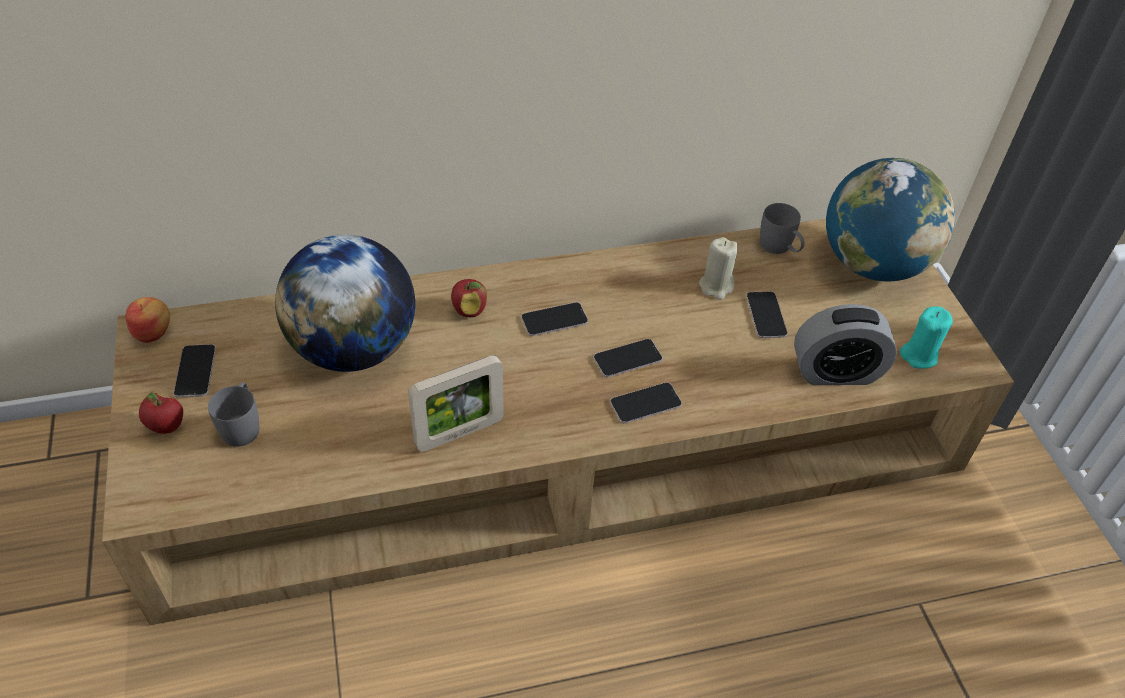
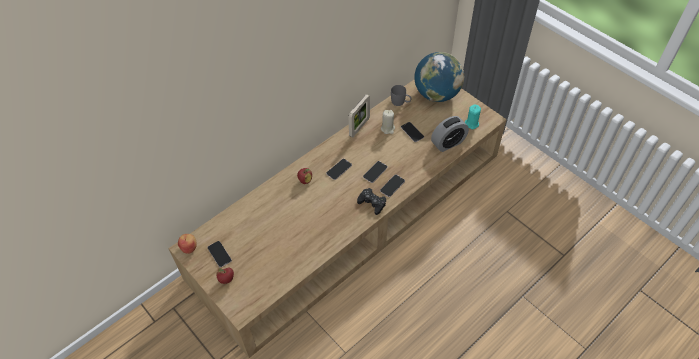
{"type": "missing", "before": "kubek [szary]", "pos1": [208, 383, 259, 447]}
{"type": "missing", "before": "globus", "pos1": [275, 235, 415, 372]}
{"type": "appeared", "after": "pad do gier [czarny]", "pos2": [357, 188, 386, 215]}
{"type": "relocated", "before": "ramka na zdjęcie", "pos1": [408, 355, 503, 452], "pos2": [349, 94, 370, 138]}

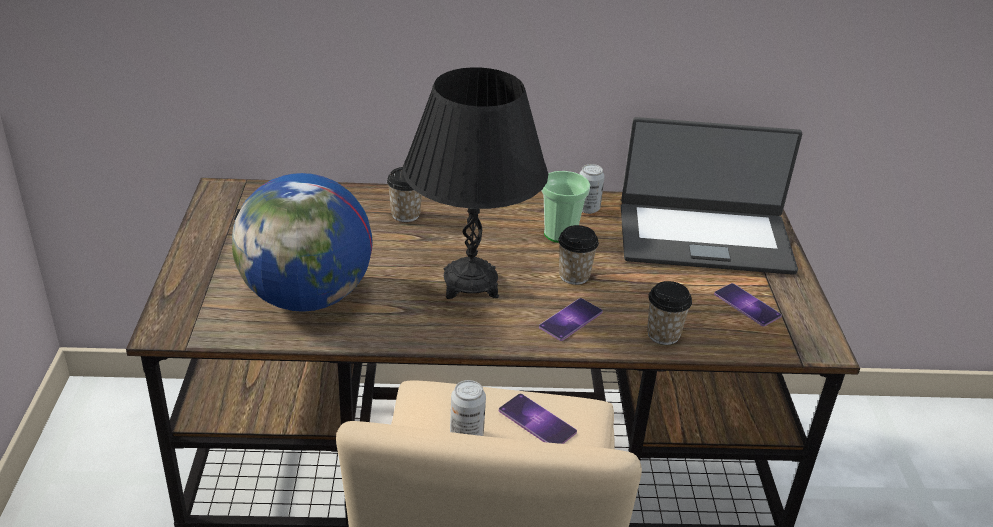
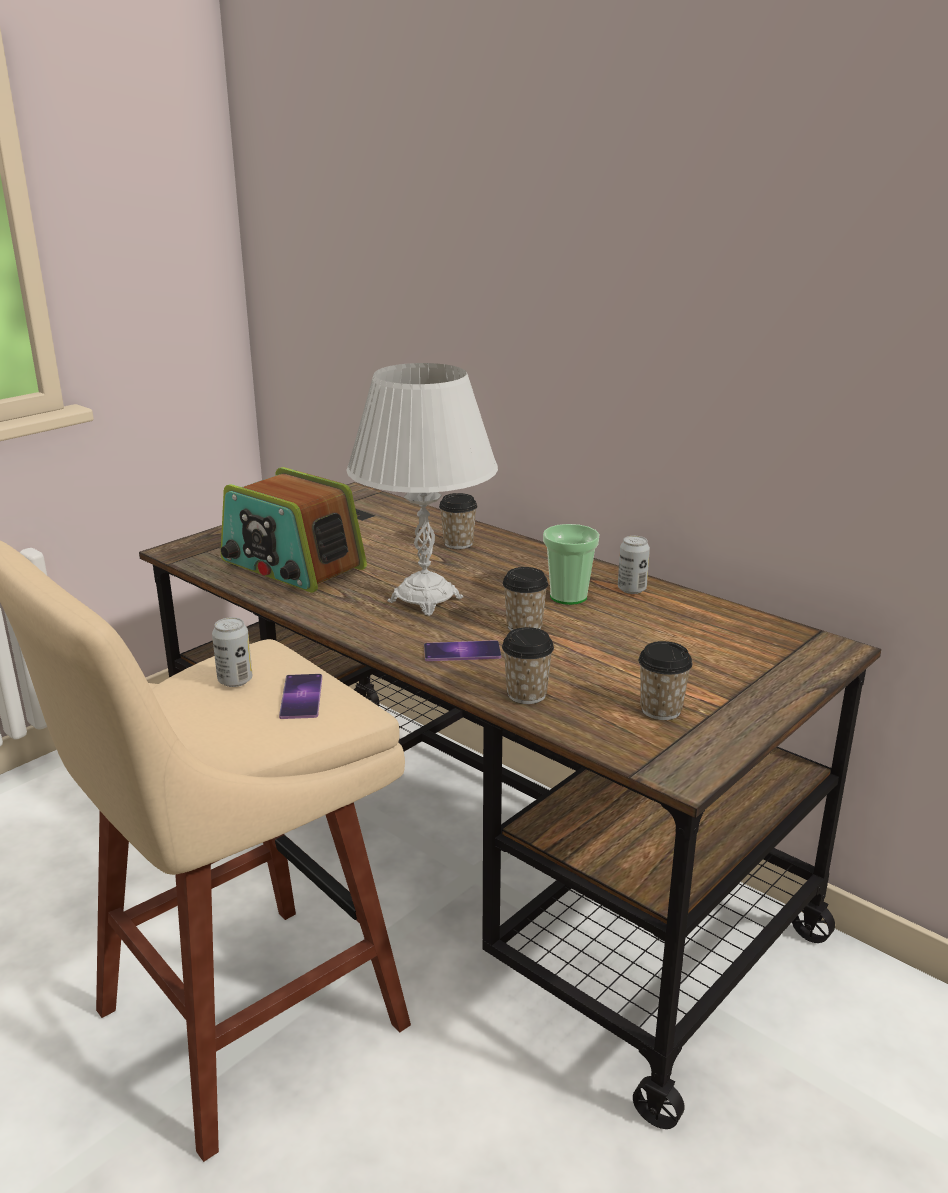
{"type": "missing", "before": "laptop", "pos1": [621, 117, 802, 275]}
{"type": "exchanged", "before": "globus", "after": "radio", "pos1": [232, 173, 373, 312], "pos2": [220, 467, 367, 592]}
{"type": "exchanged", "before": "telefon", "after": "filiżanka", "pos1": [714, 283, 782, 326], "pos2": [638, 641, 692, 720]}
{"type": "colour", "before": "lampa stołowa [czarny]", "after": "lampa stołowa [biały]", "pos1": [403, 67, 548, 299], "pos2": [346, 363, 498, 616]}

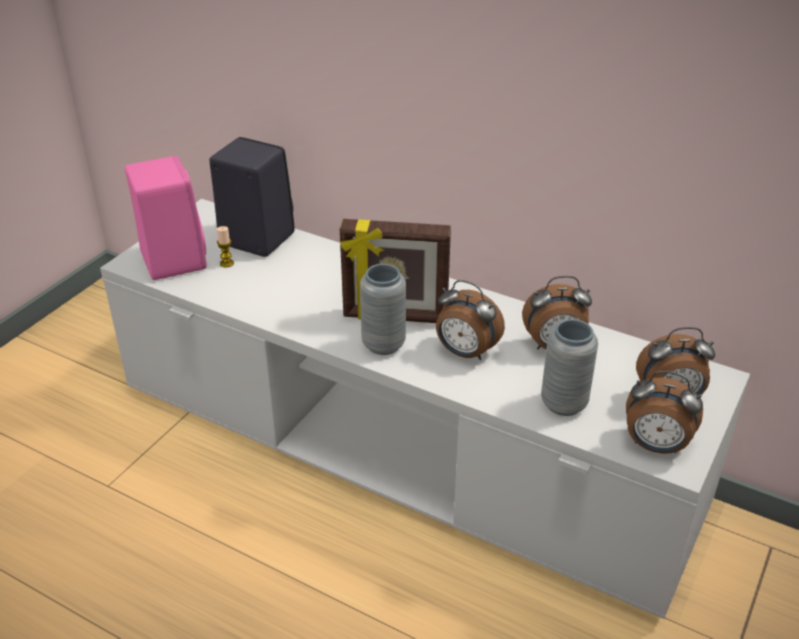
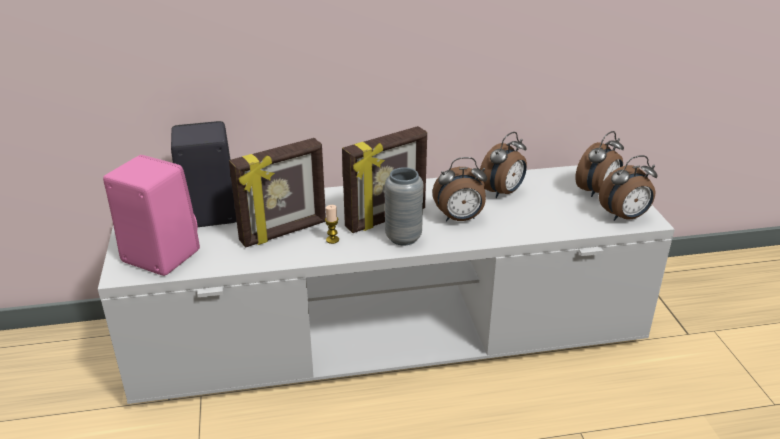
{"type": "missing", "before": "wazon [szary]", "pos1": [541, 319, 598, 416]}
{"type": "appeared", "after": "ramka na zdjęcie", "pos2": [229, 138, 326, 247]}
{"type": "relocated", "before": "świeca", "pos1": [217, 226, 234, 267], "pos2": [325, 205, 339, 244]}

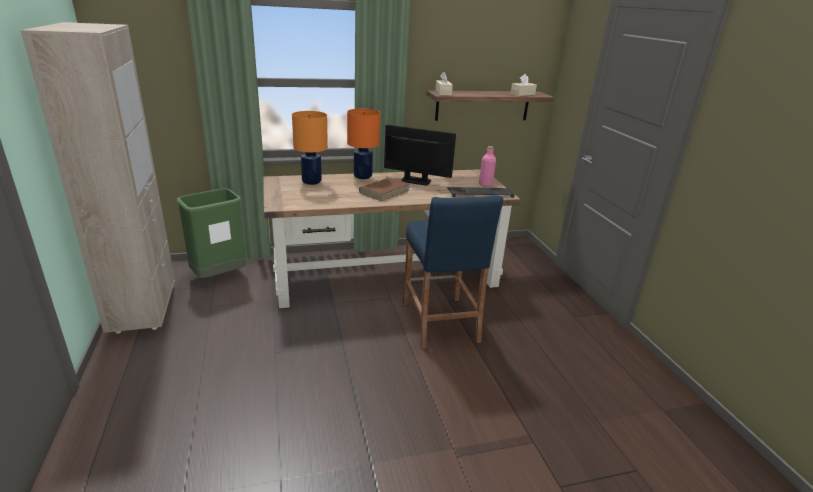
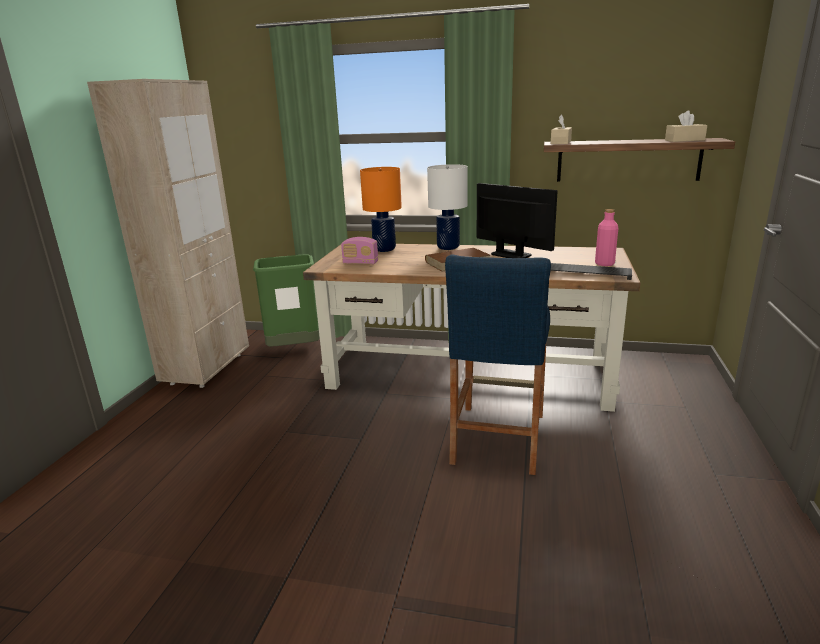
{"type": "appeared", "after": "radio", "pos2": [341, 237, 378, 264]}
{"type": "colour", "before": "lampa stołowa [pomarańczowy]", "after": "lampa stołowa [biały]", "pos1": [347, 109, 380, 179], "pos2": [427, 164, 468, 250]}

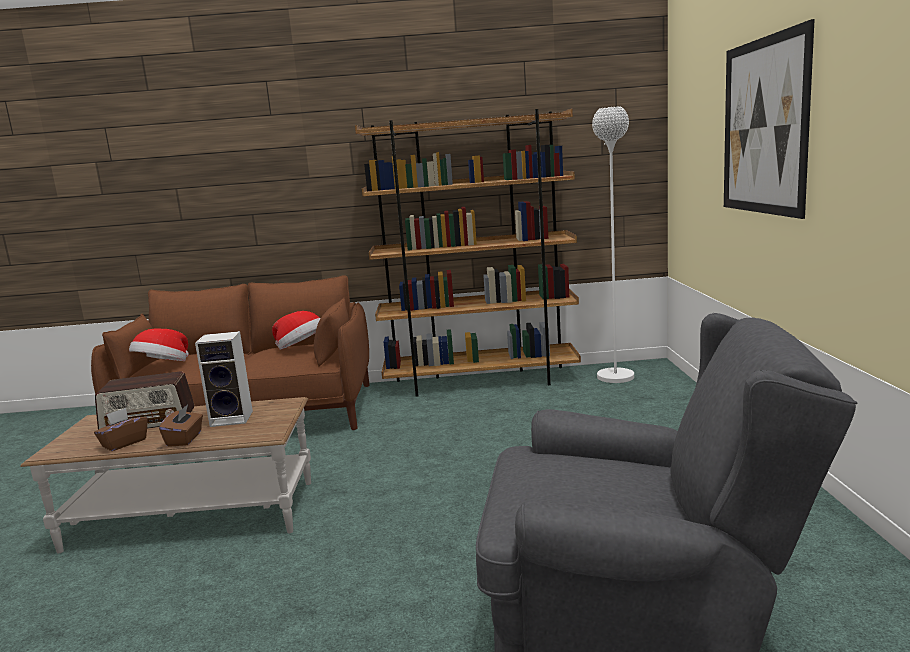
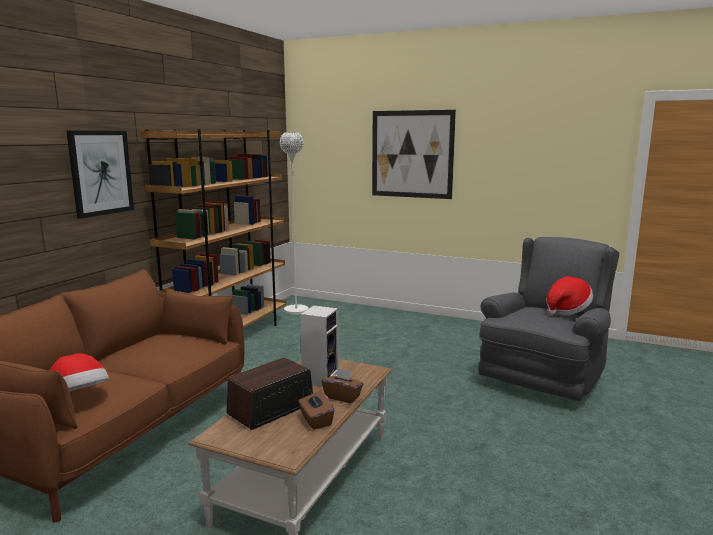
{"type": "appeared", "after": "obraz", "pos2": [66, 130, 134, 219]}
{"type": "relocated", "before": "kapelusz", "pos1": [272, 311, 321, 350], "pos2": [546, 277, 593, 315]}
{"type": "spun", "before": "radio", "pos1": [95, 371, 194, 430], "pos2": [227, 358, 313, 430], "turn": -150}

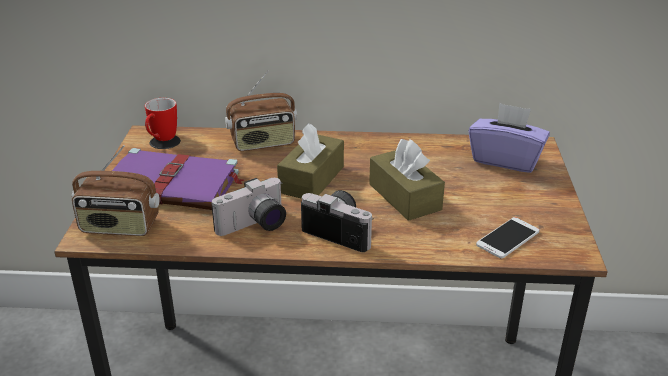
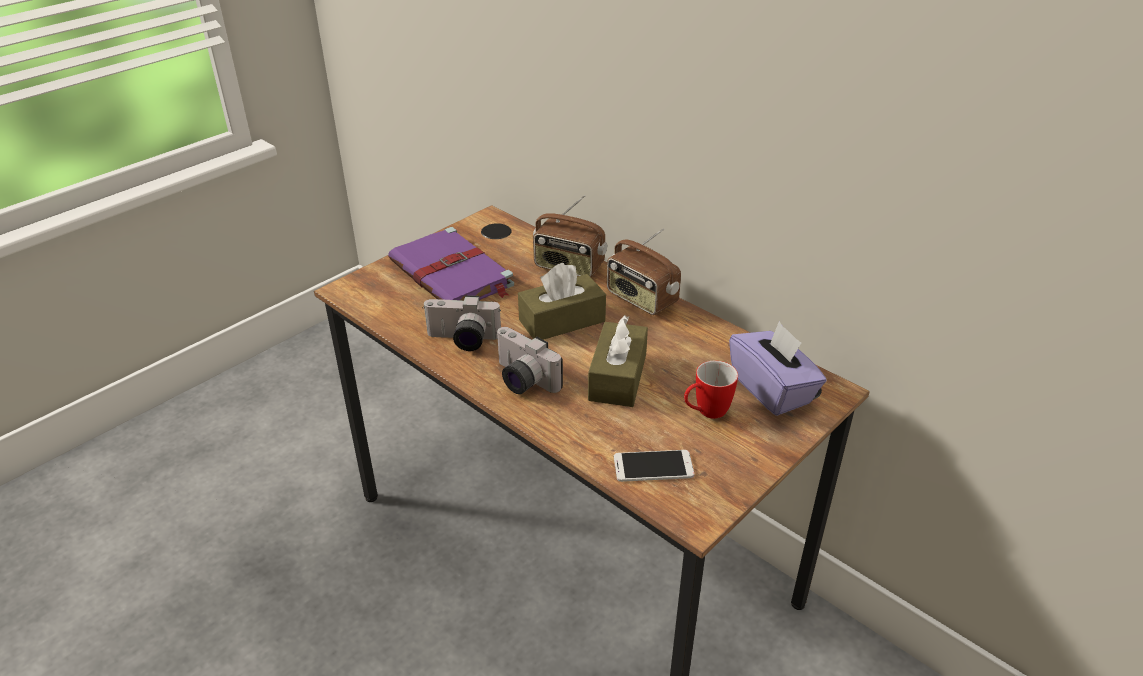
{"type": "relocated", "before": "radio", "pos1": [72, 145, 160, 236], "pos2": [607, 228, 681, 315]}
{"type": "relocated", "before": "kubek", "pos1": [145, 98, 177, 141], "pos2": [684, 361, 738, 419]}
{"type": "spun", "before": "aparat fotograficzny", "pos1": [301, 190, 374, 252], "pos2": [496, 327, 563, 394], "turn": 150}

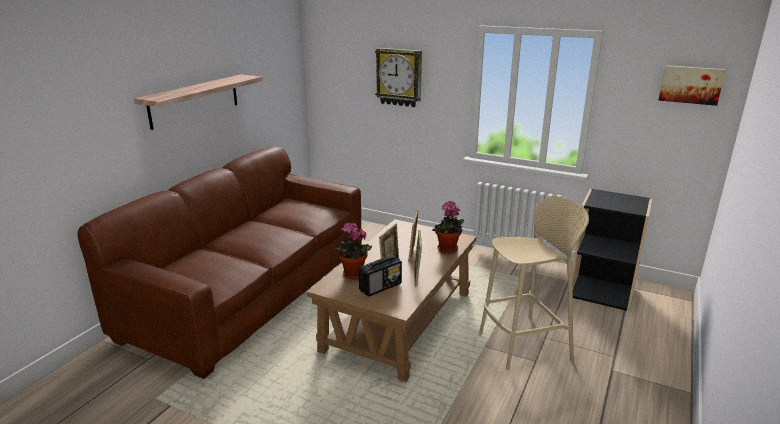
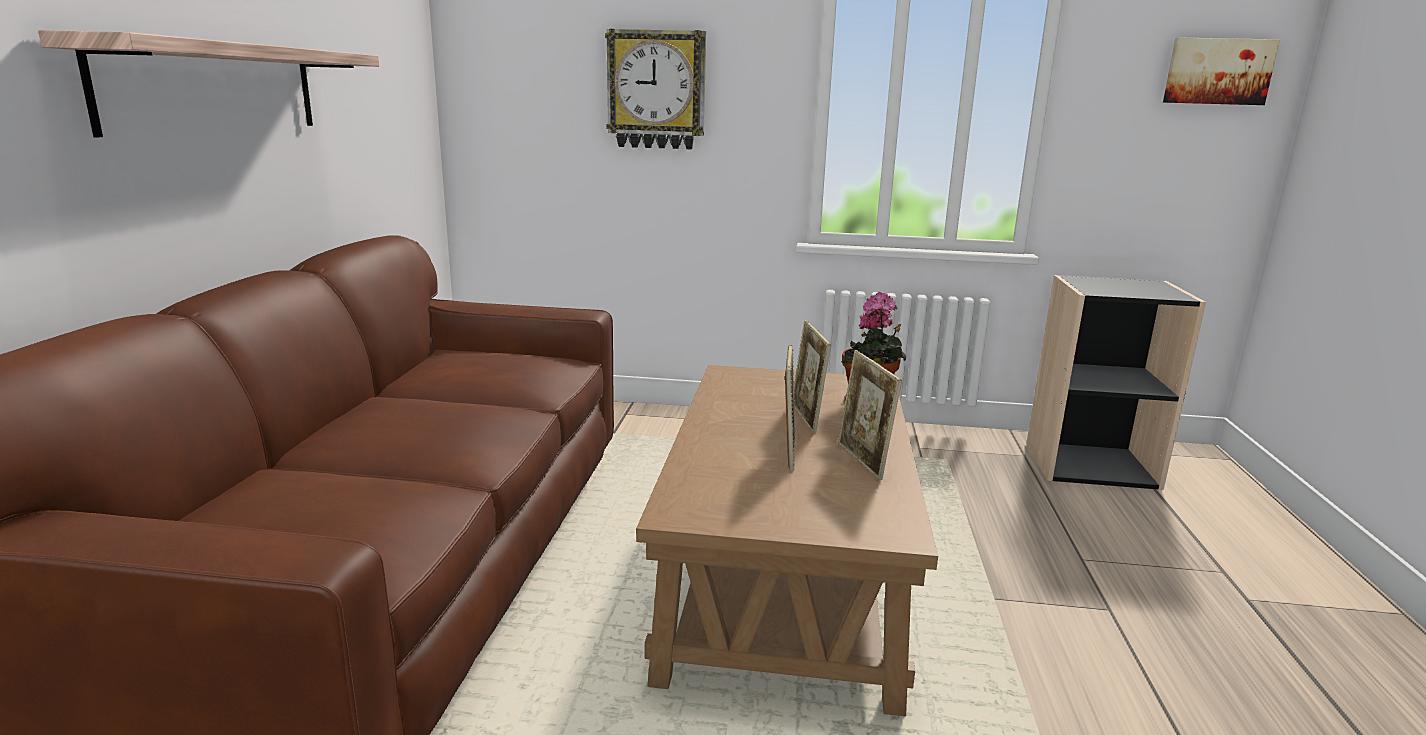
{"type": "missing", "before": "roślina doniczkowa", "pos1": [335, 222, 372, 279]}
{"type": "missing", "before": "radio", "pos1": [359, 256, 402, 296]}
{"type": "missing", "before": "stołek [beżowy]", "pos1": [479, 196, 589, 370]}

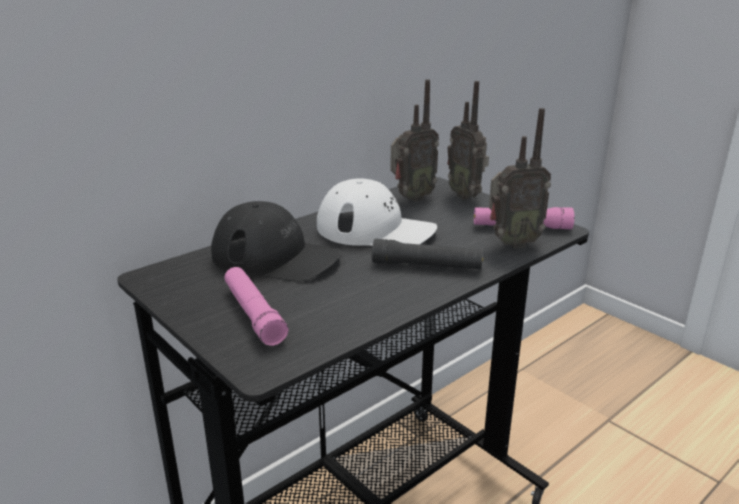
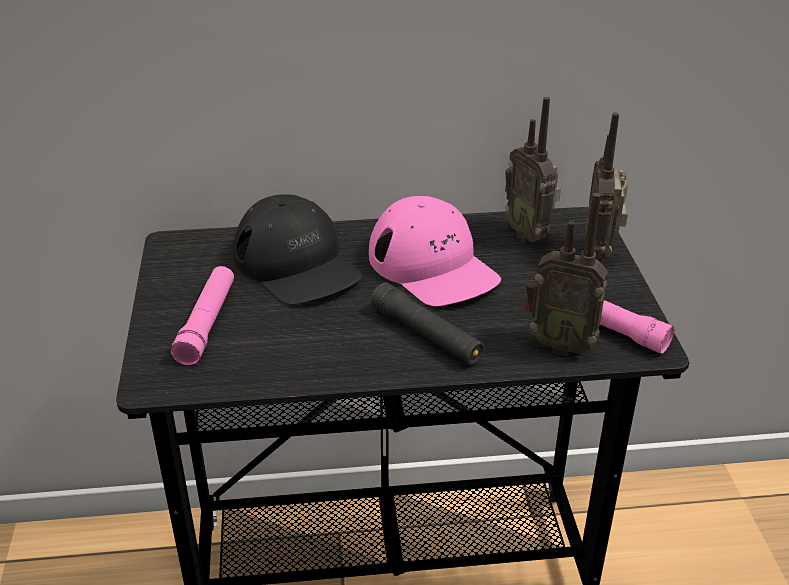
{"type": "colour", "before": "czapka z daszkiem [biały]", "after": "czapka z daszkiem [różowy]", "pos1": [317, 178, 437, 246], "pos2": [369, 196, 501, 307]}
{"type": "spun", "before": "radio", "pos1": [390, 79, 439, 202], "pos2": [505, 97, 561, 242], "turn": 60}

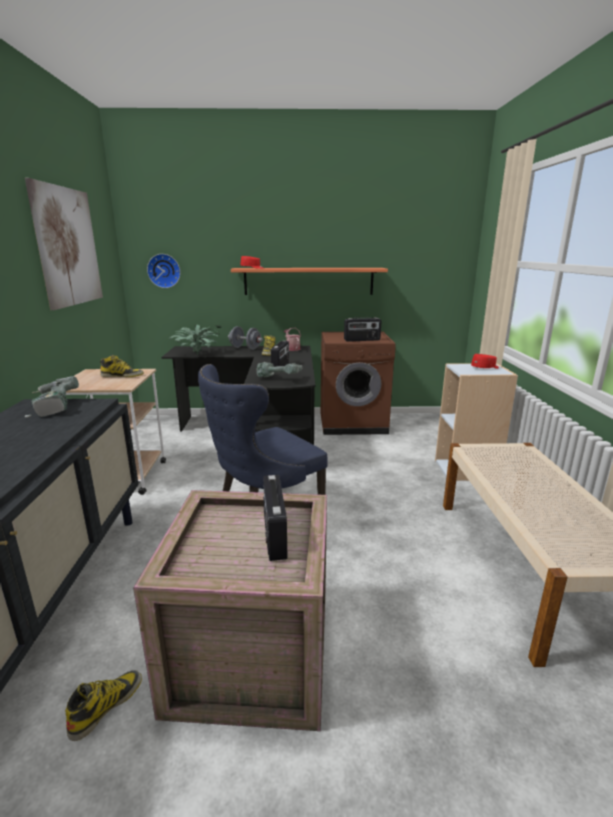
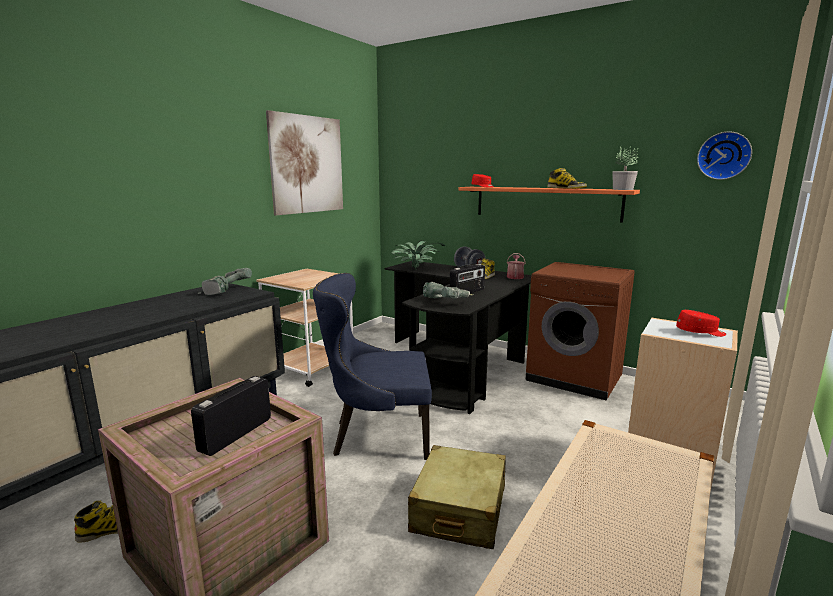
{"type": "missing", "before": "radio", "pos1": [344, 317, 381, 342]}
{"type": "appeared", "after": "walizka [beżowy]", "pos2": [408, 445, 506, 549]}
{"type": "appeared", "after": "roślina doniczkowa", "pos2": [612, 146, 638, 190]}
{"type": "relocated", "before": "but z cholewką", "pos1": [100, 355, 144, 377], "pos2": [547, 168, 587, 189]}
{"type": "relocated", "before": "zegar ścienny", "pos1": [147, 254, 180, 288], "pos2": [697, 131, 752, 180]}

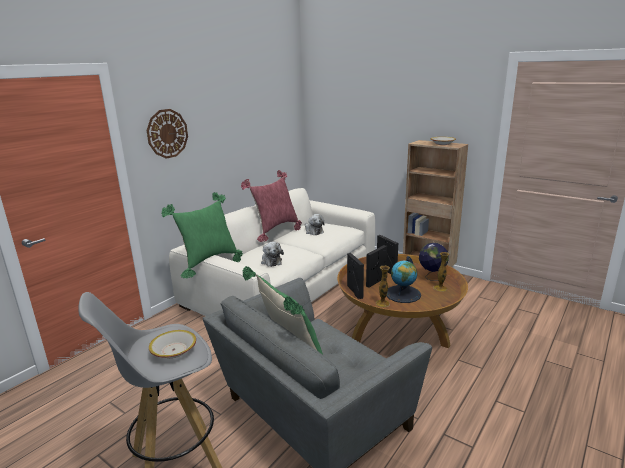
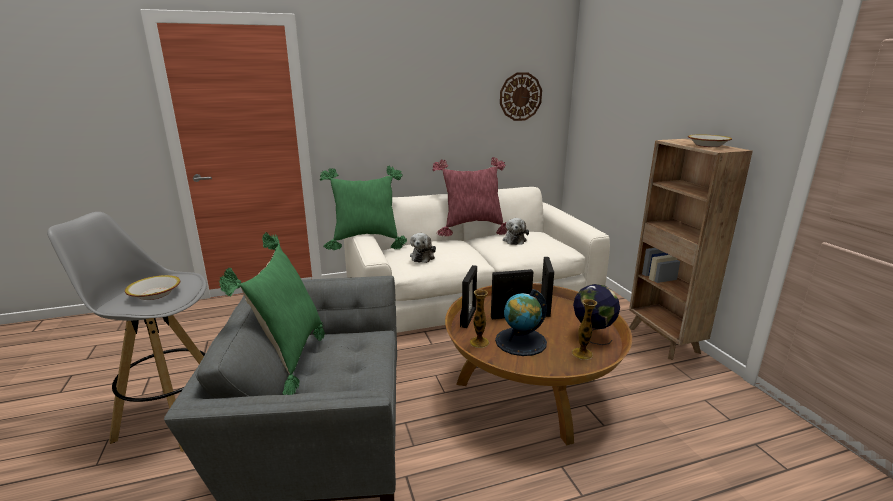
{"type": "relocated", "before": "zegar ścienny", "pos1": [147, 109, 188, 159], "pos2": [500, 72, 542, 121]}

